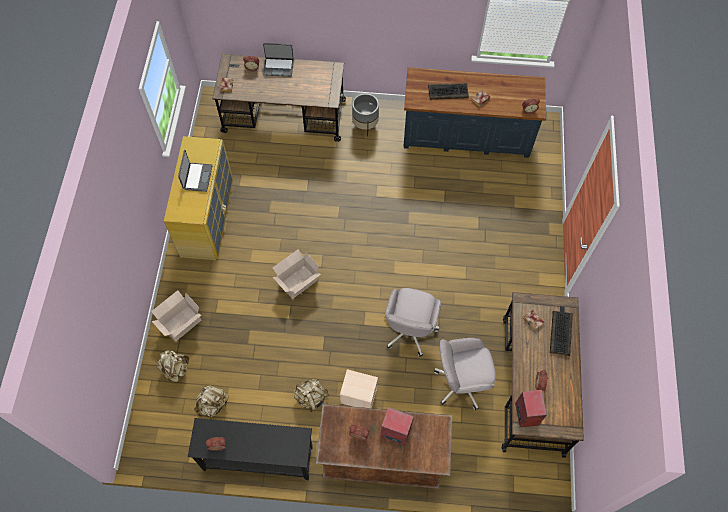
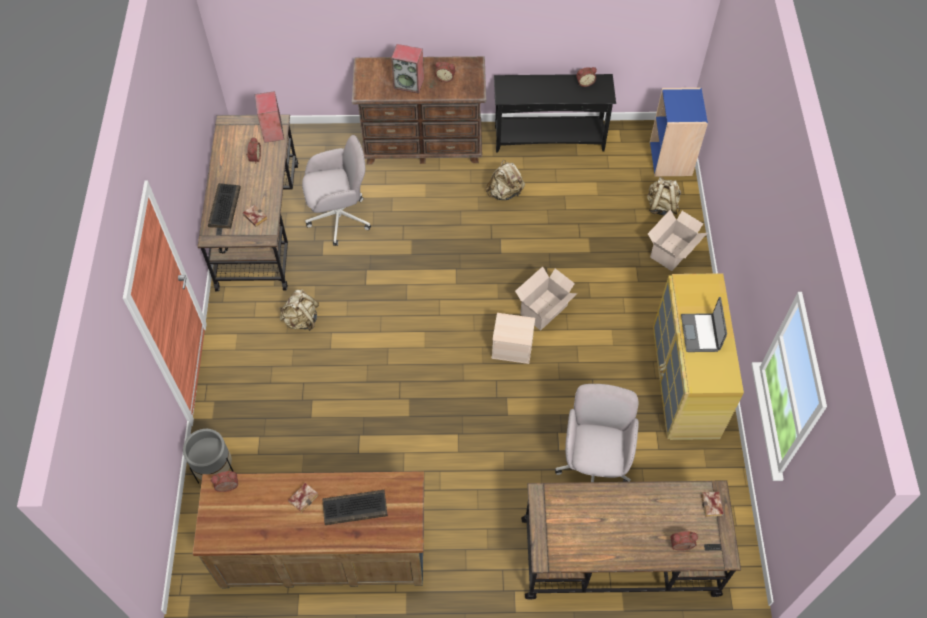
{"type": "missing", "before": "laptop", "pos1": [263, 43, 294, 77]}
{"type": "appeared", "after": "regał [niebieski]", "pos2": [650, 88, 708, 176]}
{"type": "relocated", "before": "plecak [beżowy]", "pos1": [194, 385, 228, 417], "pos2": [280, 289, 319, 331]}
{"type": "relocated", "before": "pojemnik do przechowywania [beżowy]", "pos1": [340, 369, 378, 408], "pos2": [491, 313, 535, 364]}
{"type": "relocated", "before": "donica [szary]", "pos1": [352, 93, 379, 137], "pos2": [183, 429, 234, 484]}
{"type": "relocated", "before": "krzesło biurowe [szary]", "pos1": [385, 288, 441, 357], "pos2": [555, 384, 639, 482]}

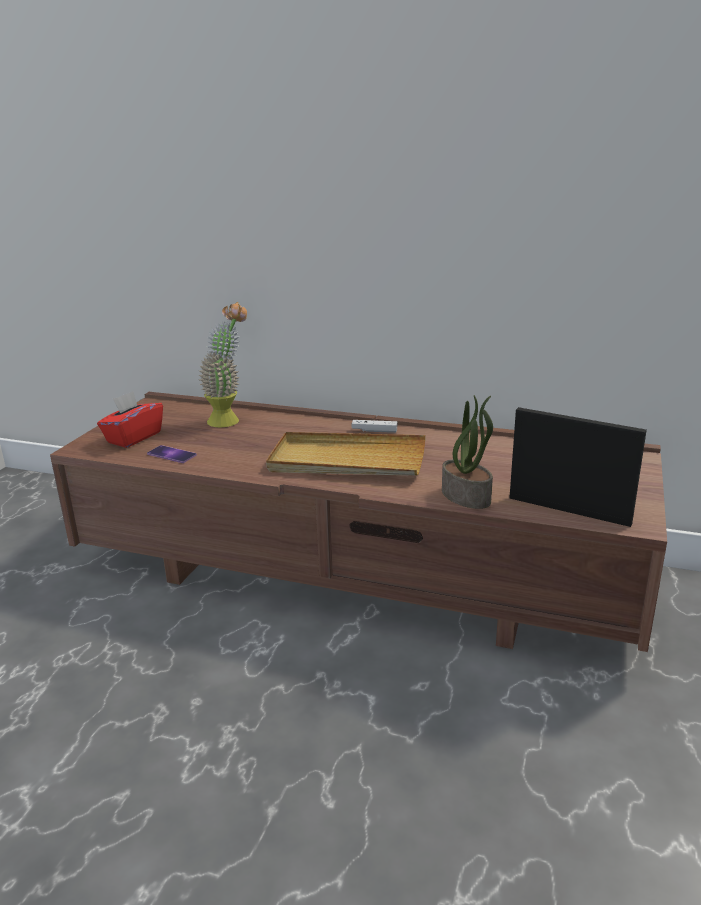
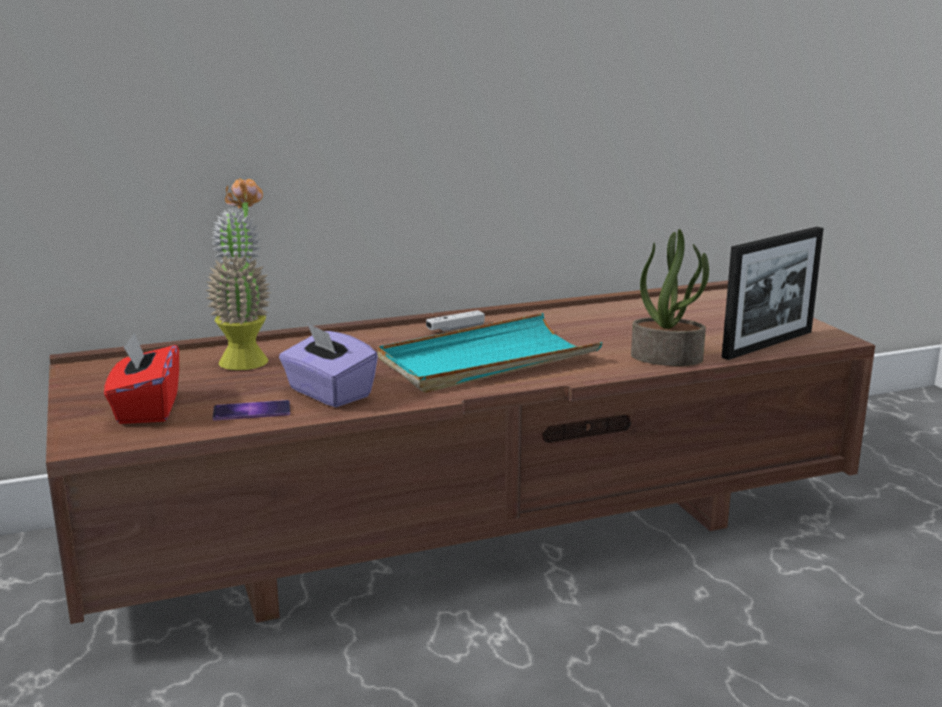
{"type": "appeared", "after": "pudełko chusteczek [fioletowy]", "pos2": [279, 323, 378, 407]}
{"type": "colour", "before": "taca [beżowy]", "after": "taca [turkusowy]", "pos1": [266, 432, 426, 476], "pos2": [377, 313, 603, 393]}
{"type": "spun", "before": "ramka na zdjęcie", "pos1": [509, 407, 647, 527], "pos2": [722, 227, 824, 360], "turn": 150}

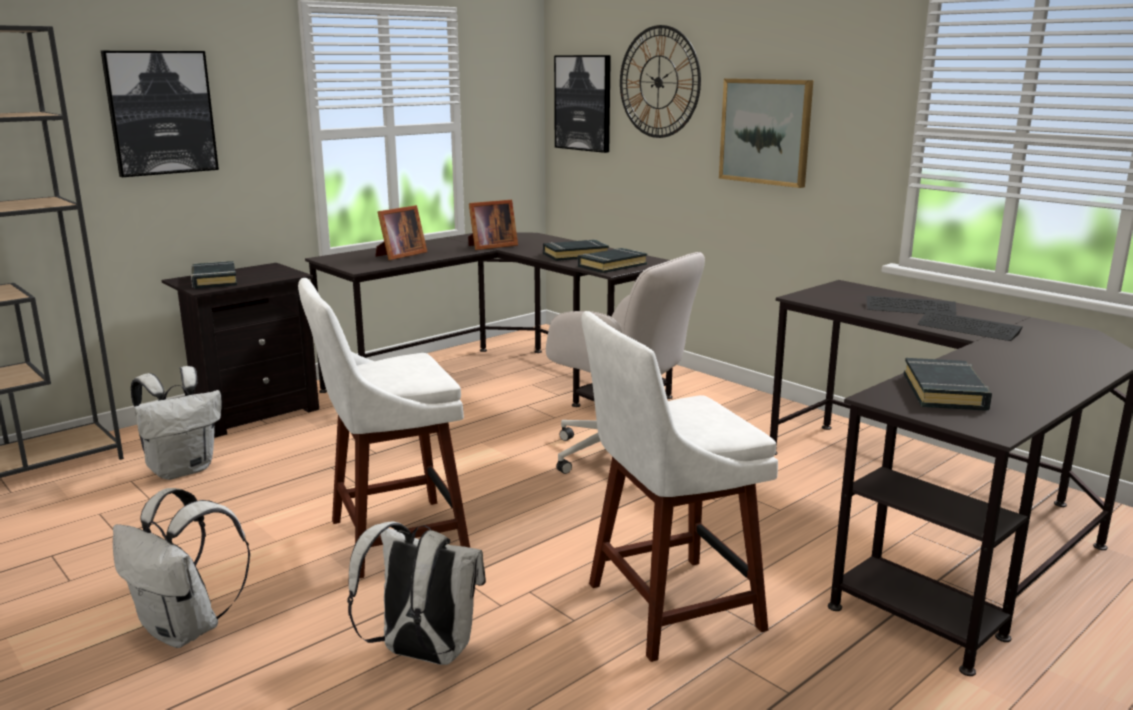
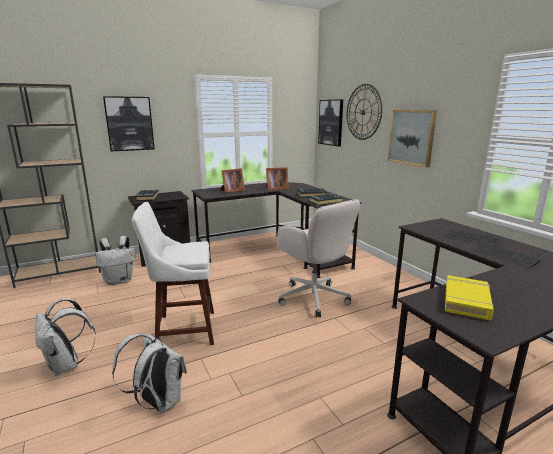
{"type": "missing", "before": "krzesło [biały]", "pos1": [581, 311, 778, 662]}
{"type": "colour", "before": "książka [czarny]", "after": "książka [żółty]", "pos1": [904, 358, 992, 411], "pos2": [445, 275, 494, 320]}

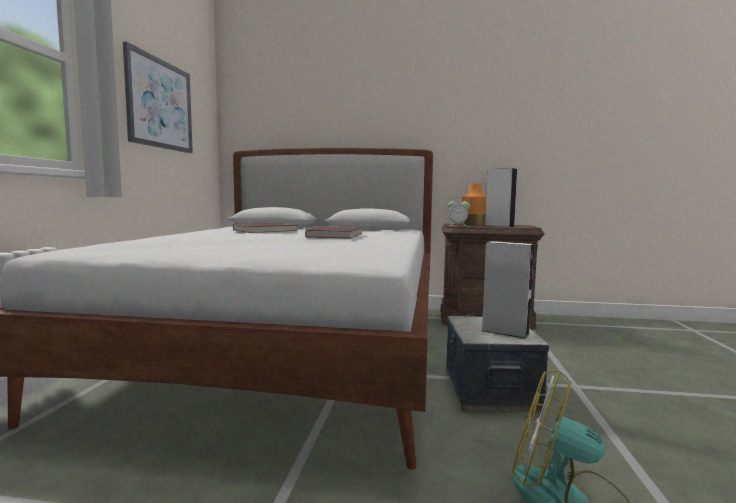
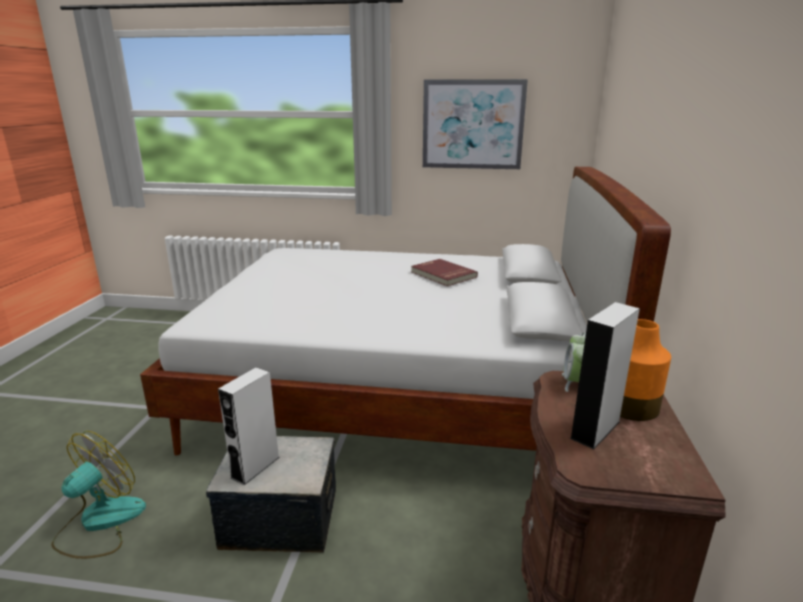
{"type": "missing", "before": "książka [czerwony]", "pos1": [305, 226, 363, 239]}

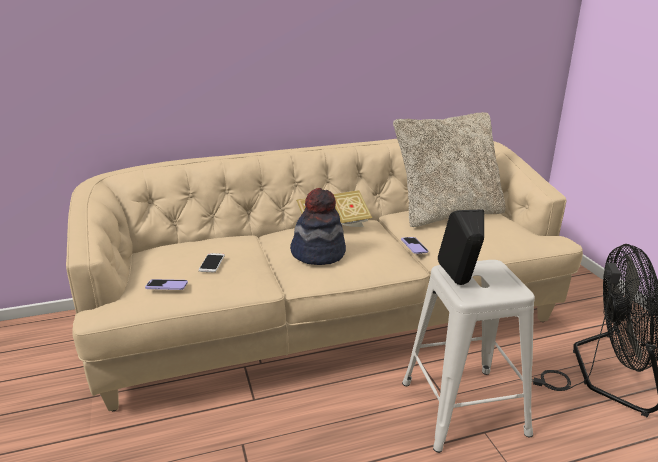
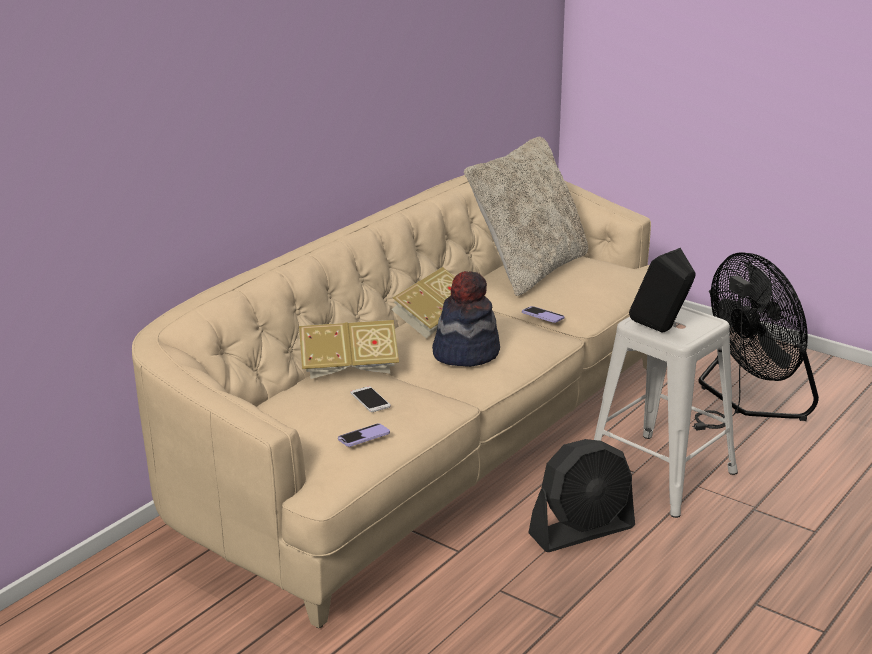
{"type": "appeared", "after": "książka", "pos2": [299, 320, 399, 379]}
{"type": "appeared", "after": "wentylator [czarny]", "pos2": [528, 439, 635, 552]}

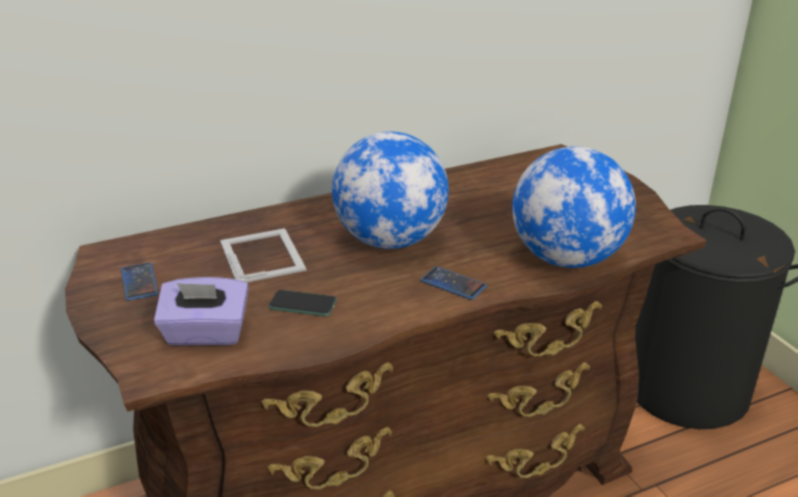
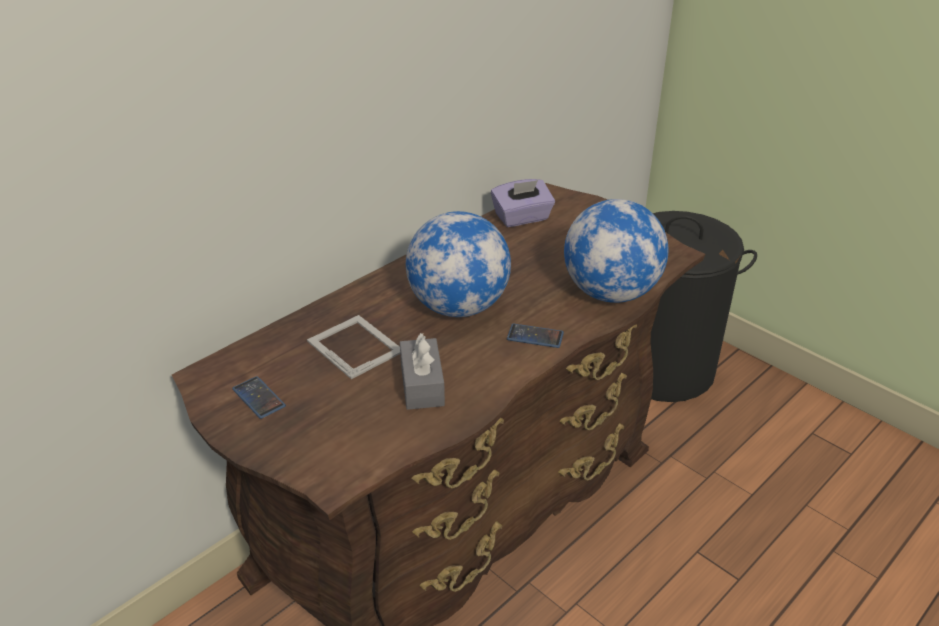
{"type": "relocated", "before": "pudełko chusteczek [fioletowy]", "pos1": [154, 277, 249, 346], "pos2": [491, 179, 555, 227]}
{"type": "exchanged", "before": "telefon", "after": "pudełko chusteczek [szary]", "pos1": [268, 290, 337, 316], "pos2": [400, 333, 445, 410]}

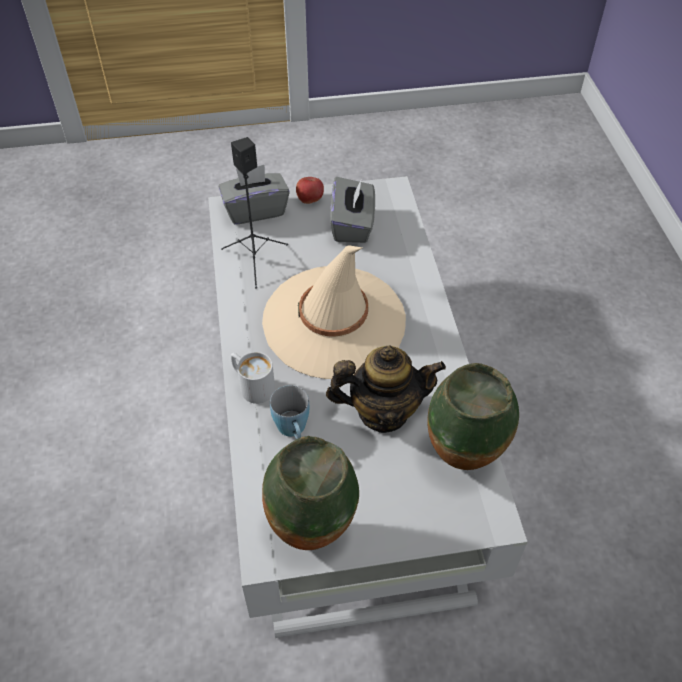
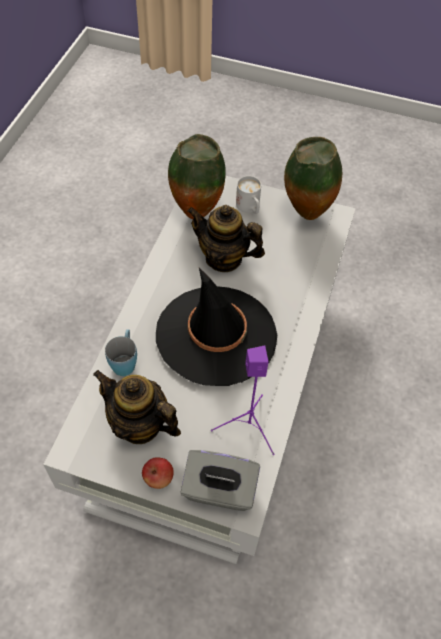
{"type": "relocated", "before": "kubek [biały]", "pos1": [231, 352, 275, 404], "pos2": [236, 176, 261, 214]}
{"type": "relocated", "before": "kubek [niebieski]", "pos1": [270, 385, 309, 439], "pos2": [105, 329, 137, 376]}
{"type": "exchanged", "before": "pudełko chusteczek [szary]", "after": "imbryk", "pos1": [330, 177, 375, 243], "pos2": [93, 370, 181, 444]}
{"type": "colour", "before": "głośnik [czarny]", "after": "głośnik [fioletowy]", "pos1": [221, 137, 288, 289], "pos2": [211, 345, 274, 455]}
{"type": "colour", "before": "kapelusz [beżowy]", "after": "kapelusz [czarny]", "pos1": [262, 245, 406, 379], "pos2": [156, 268, 277, 386]}

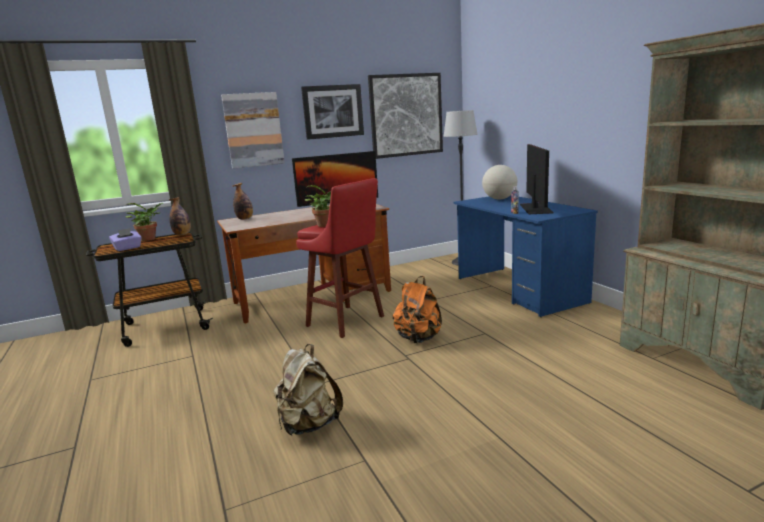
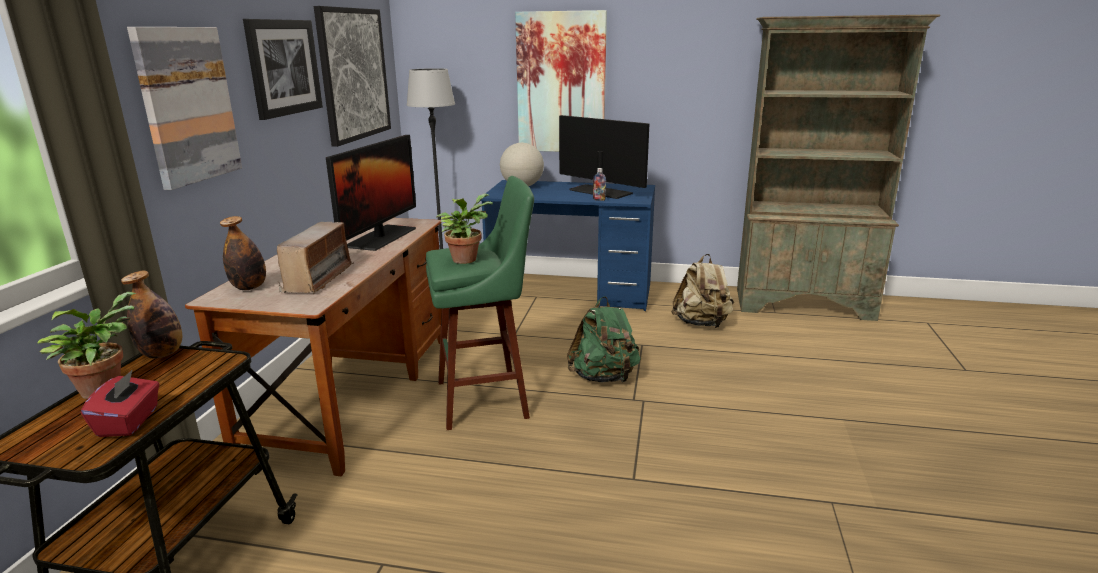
{"type": "appeared", "after": "radio", "pos2": [277, 222, 354, 294]}
{"type": "appeared", "after": "obraz", "pos2": [515, 10, 607, 152]}
{"type": "relocated", "before": "plecak [beżowy]", "pos1": [273, 344, 343, 435], "pos2": [671, 254, 734, 328]}
{"type": "colour", "before": "pudełko chusteczek [fioletowy]", "after": "pudełko chusteczek [czerwony]", "pos1": [109, 228, 142, 251], "pos2": [81, 369, 159, 437]}
{"type": "colour", "before": "stołek [czerwony]", "after": "stołek [zielony]", "pos1": [296, 178, 384, 338], "pos2": [426, 176, 534, 430]}
{"type": "colour", "before": "plecak [pomarańczowy]", "after": "plecak [zielony]", "pos1": [393, 276, 442, 343], "pos2": [567, 296, 641, 383]}

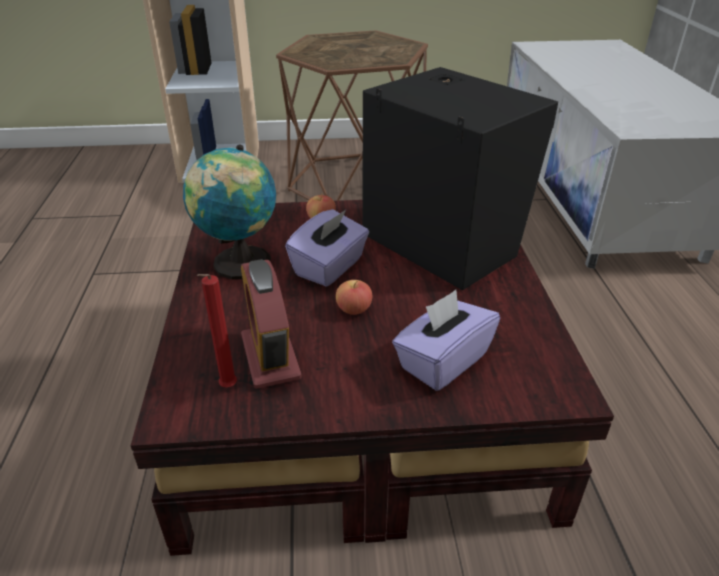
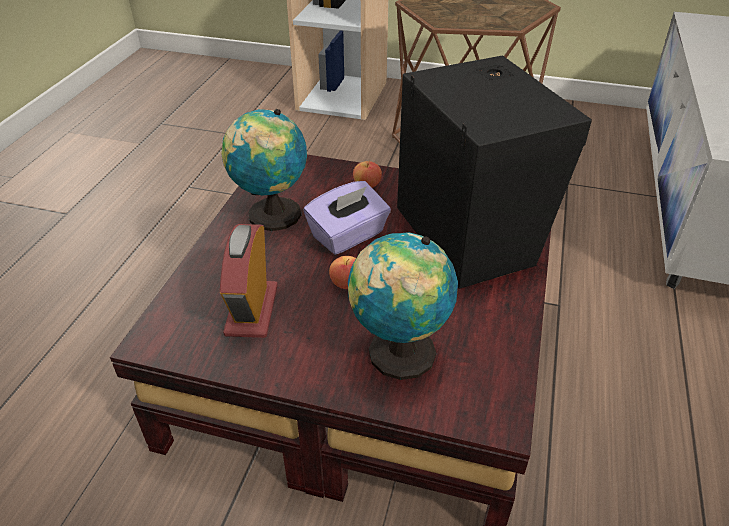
{"type": "missing", "before": "świeca [czerwony]", "pos1": [197, 274, 237, 387]}
{"type": "exchanged", "before": "pudełko chusteczek [fioletowy]", "after": "globus", "pos1": [392, 290, 500, 391], "pos2": [348, 232, 458, 380]}

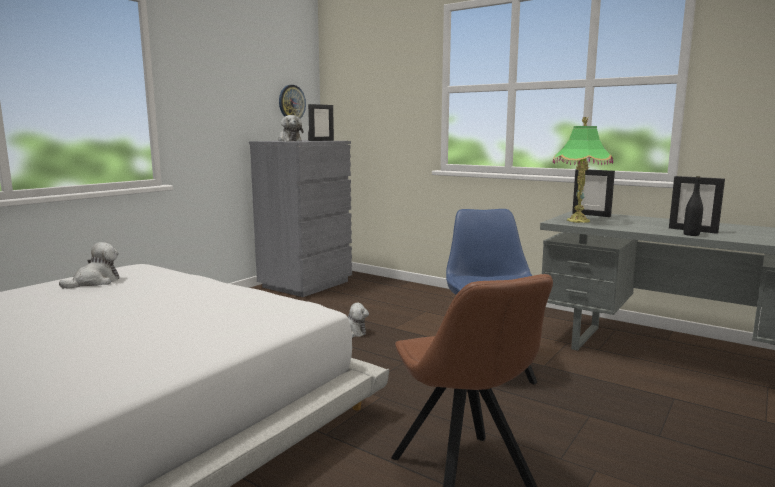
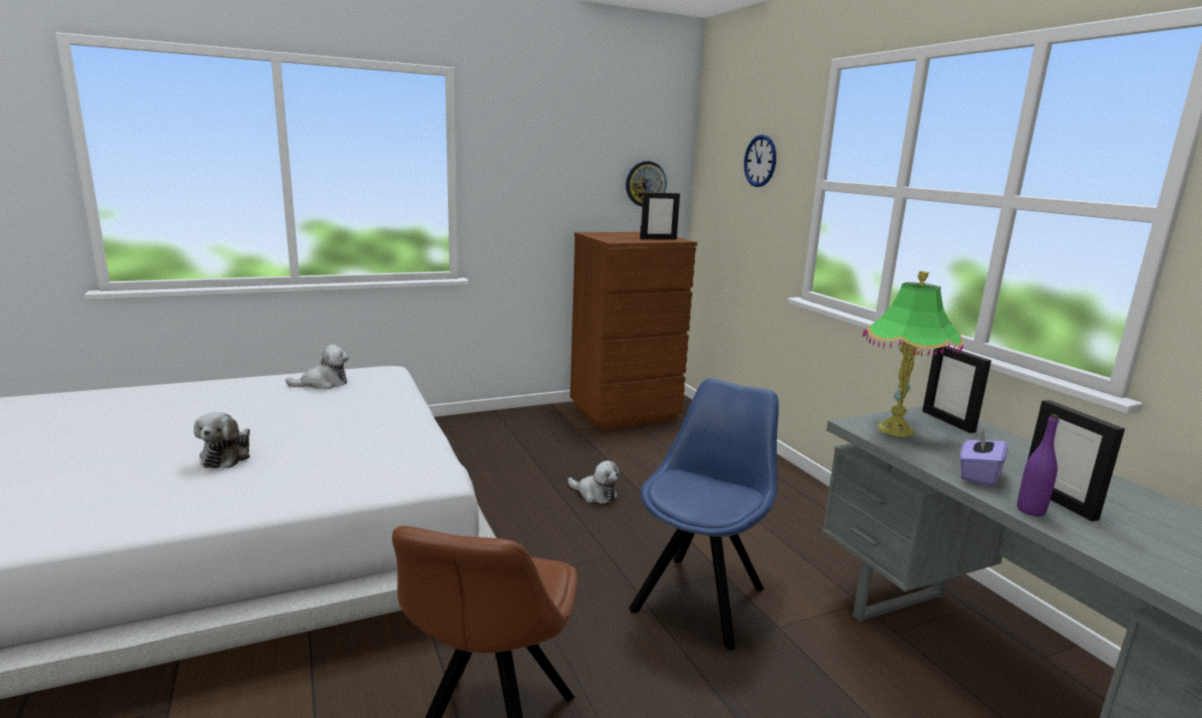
{"type": "appeared", "after": "zegar ścienny", "pos2": [744, 135, 776, 187]}
{"type": "appeared", "after": "pudełko chusteczek [fioletowy]", "pos2": [960, 428, 1008, 487]}
{"type": "relocated", "before": "pluszak", "pos1": [278, 115, 303, 141], "pos2": [194, 412, 250, 468]}
{"type": "colour", "before": "komoda [szary]", "after": "komoda [brązowy]", "pos1": [249, 140, 352, 297], "pos2": [570, 232, 697, 430]}
{"type": "colour", "before": "butelka [czarny]", "after": "butelka [fioletowy]", "pos1": [684, 176, 703, 236], "pos2": [1017, 414, 1059, 516]}

